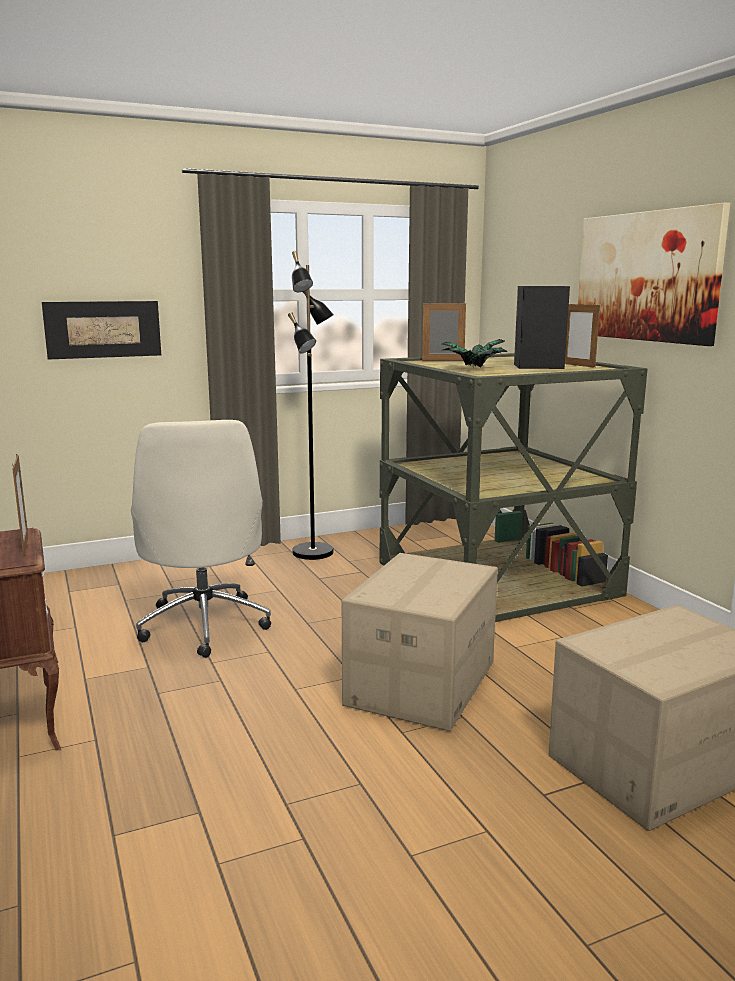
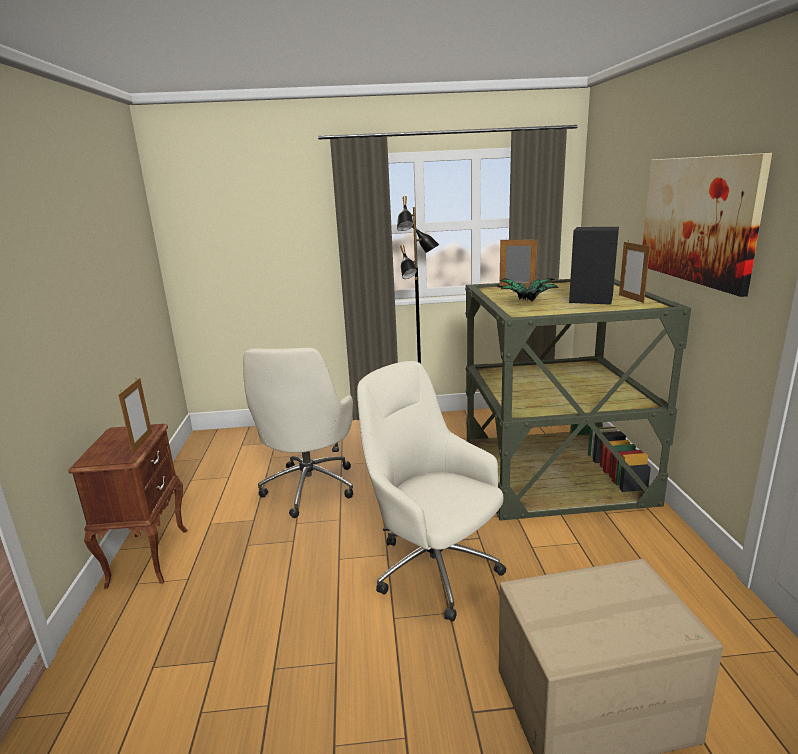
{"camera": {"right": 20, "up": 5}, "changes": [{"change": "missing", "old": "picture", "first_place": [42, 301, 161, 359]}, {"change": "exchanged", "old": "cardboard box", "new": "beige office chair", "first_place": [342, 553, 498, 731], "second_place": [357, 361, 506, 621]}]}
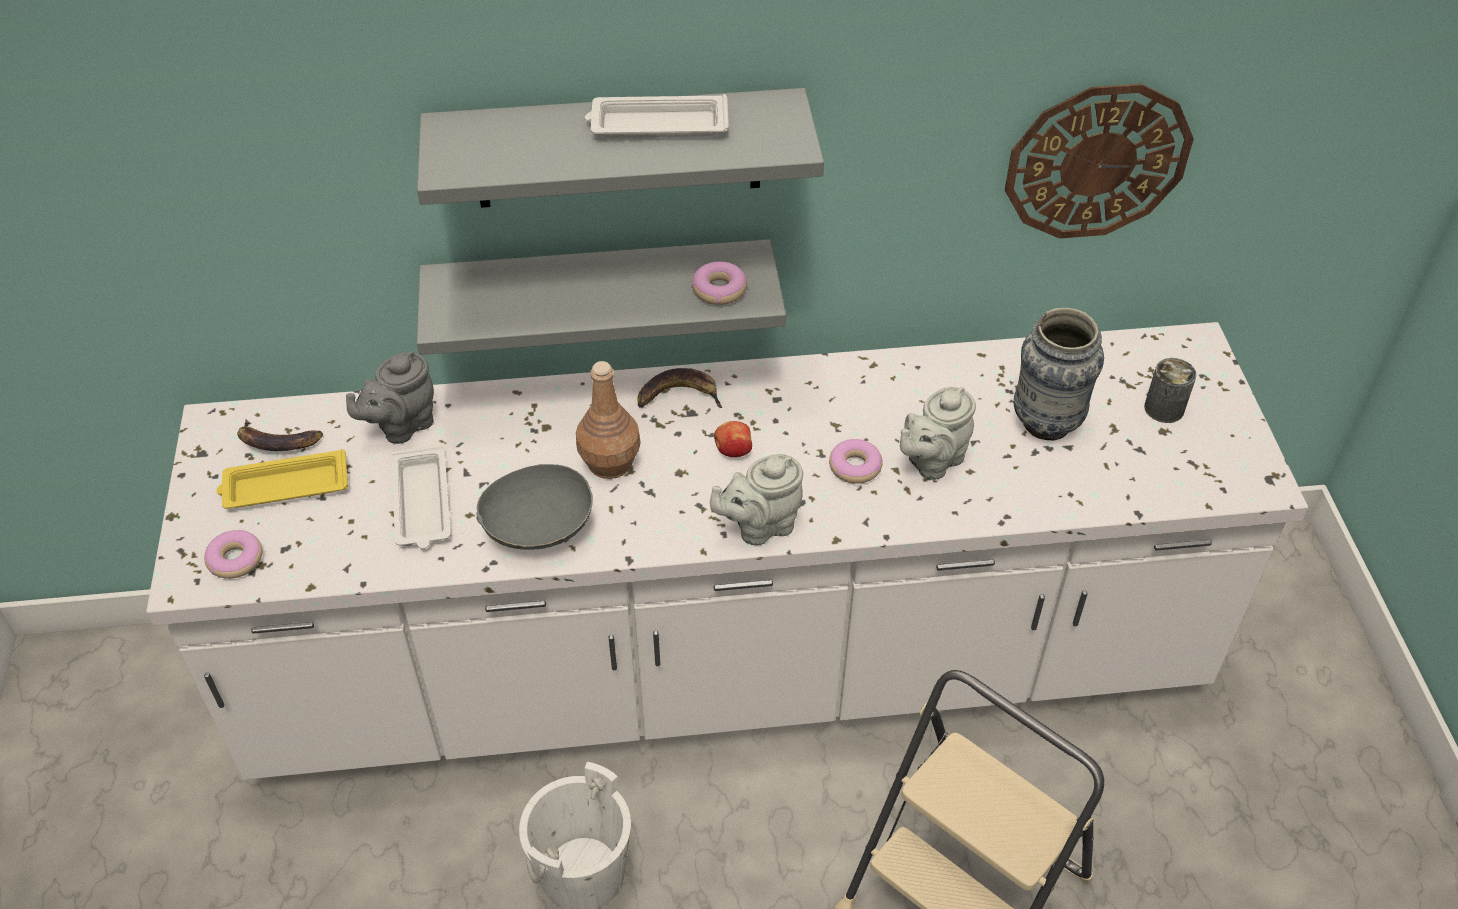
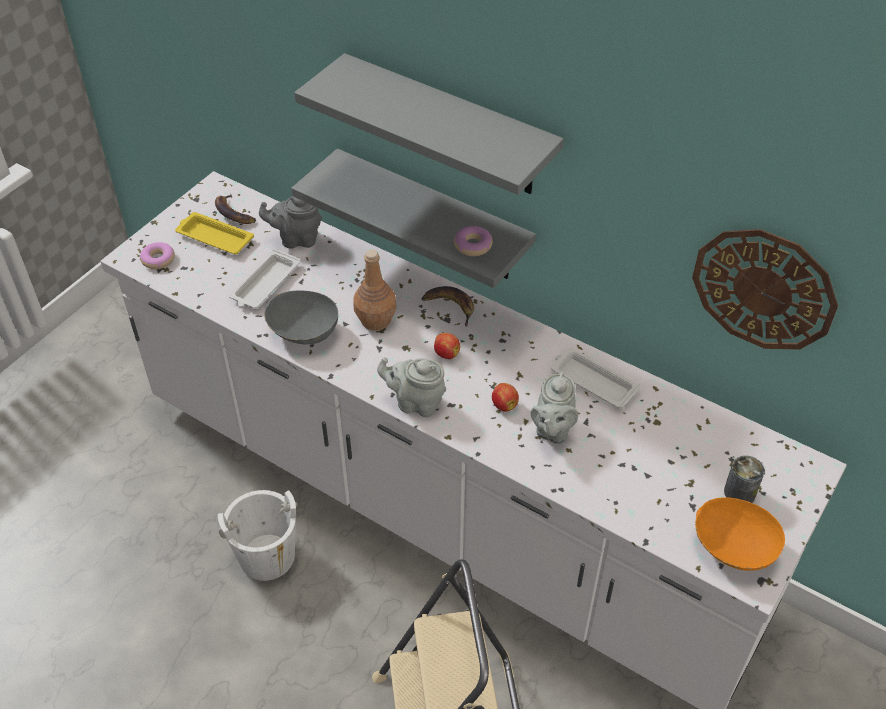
{"camera": {"right": 40, "up": 0}, "changes": [{"change": "relocated", "old": "white tray", "first_place": [585, 94, 729, 138], "second_place": [551, 348, 640, 409]}, {"change": "exchanged", "old": "donut", "new": "apple", "first_place": [829, 439, 883, 484], "second_place": [492, 383, 519, 412]}, {"change": "spun", "old": "grey teapot", "first_place": [900, 387, 976, 480], "second_place": [530, 372, 578, 444], "degrees": -75}, {"change": "missing", "old": "vase", "first_place": [1014, 308, 1104, 440]}, {"change": "appeared", "new": "orange bowl", "second_place": [695, 497, 785, 571]}]}
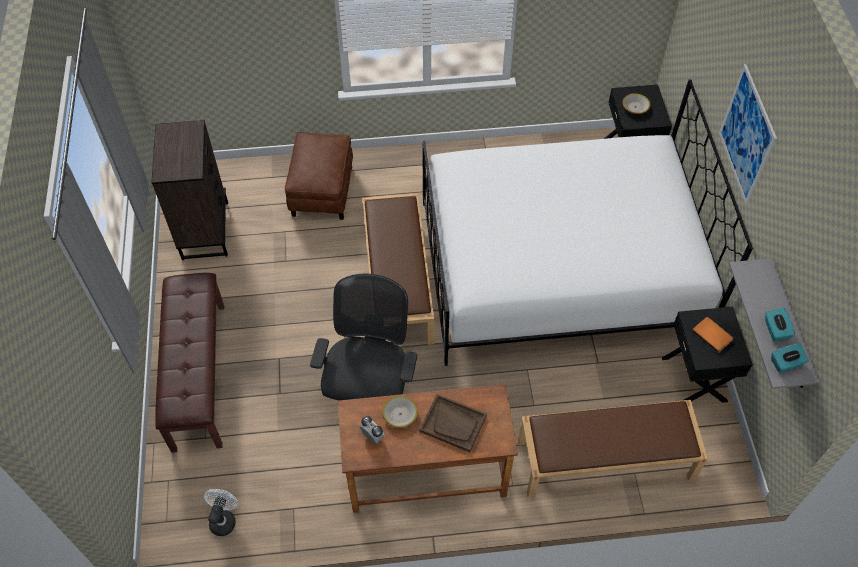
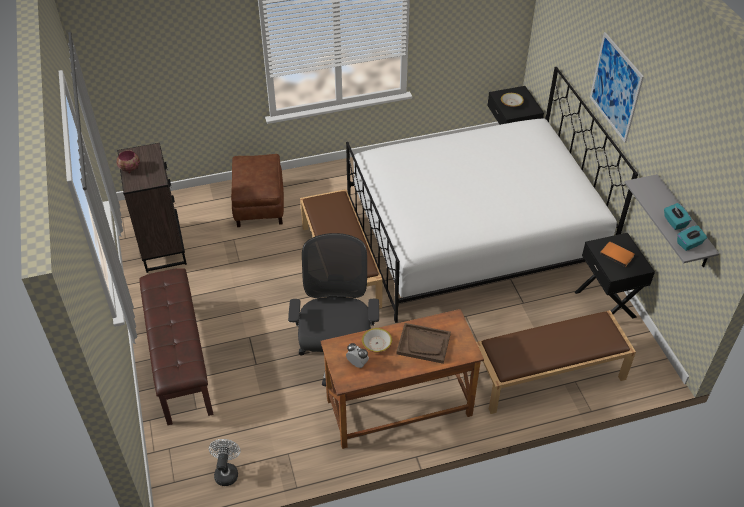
{"camera": {"right": -10, "up": -10}, "changes": [{"change": "appeared", "new": "bowl", "second_place": [117, 150, 140, 173]}]}
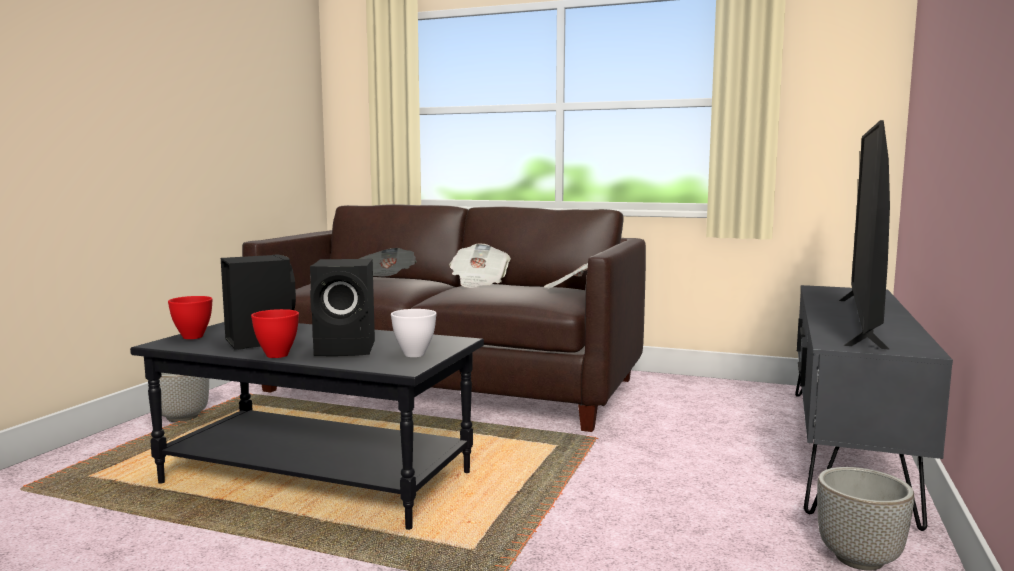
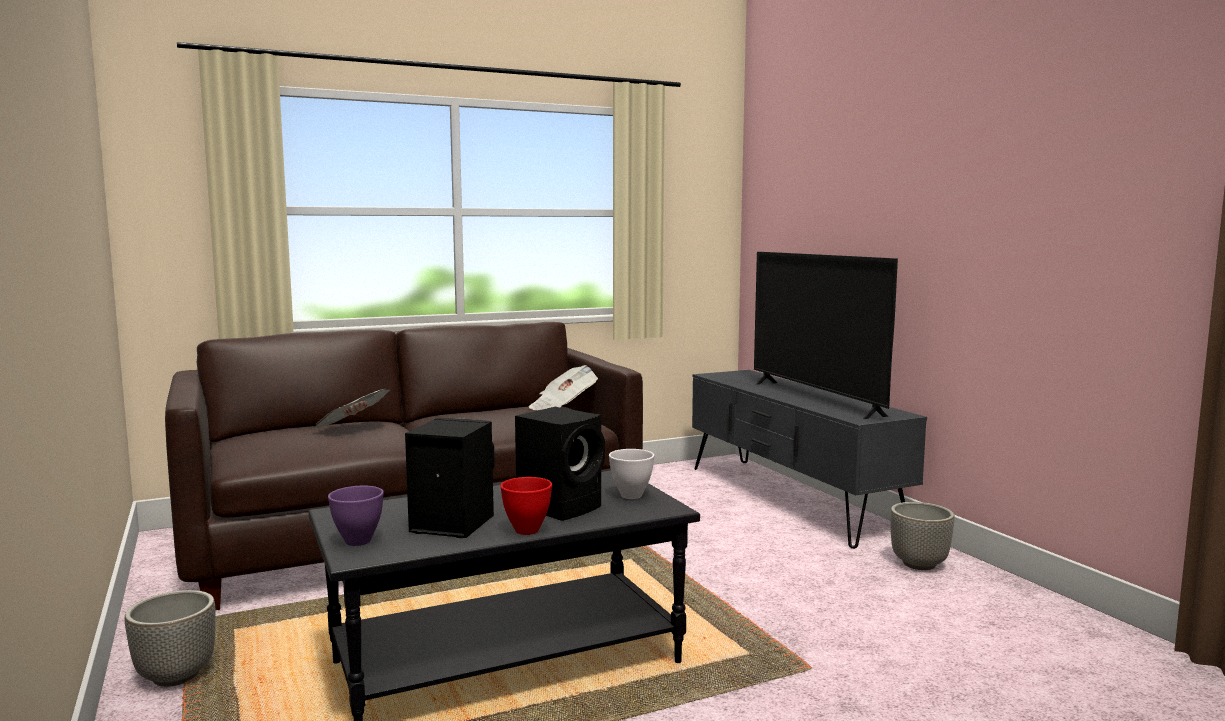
{"camera": {"right": -45, "up": 0}, "changes": [{"change": "colour", "old": "red bowl", "new": "purple bowl", "first_place": [168, 296, 213, 339], "second_place": [328, 486, 384, 546]}, {"change": "missing", "old": "newspaper", "first_place": [449, 243, 511, 288]}]}
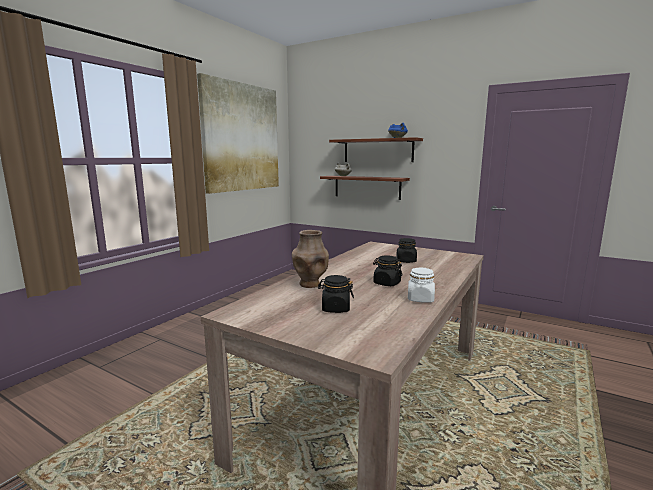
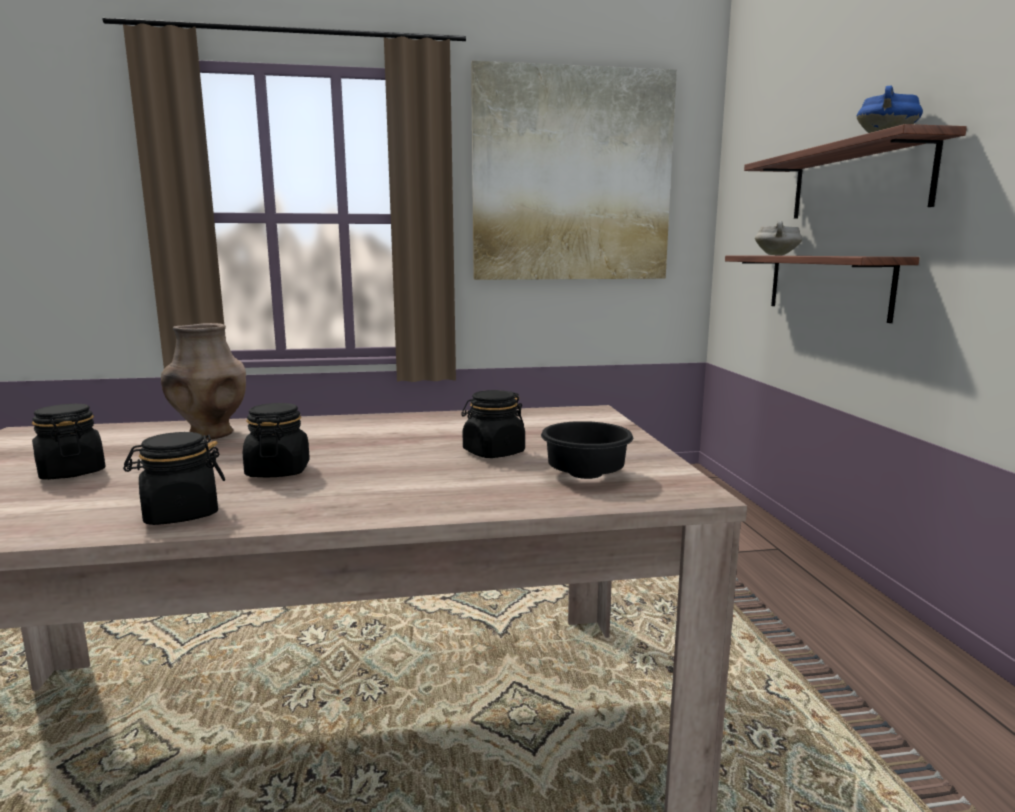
{"camera": {"right": 50, "up": 0}, "changes": [{"change": "colour", "old": "white jar", "new": "black jar", "first_place": [408, 267, 435, 303], "second_place": [123, 432, 225, 525]}, {"change": "appeared", "new": "black bowl", "second_place": [541, 421, 633, 479]}]}
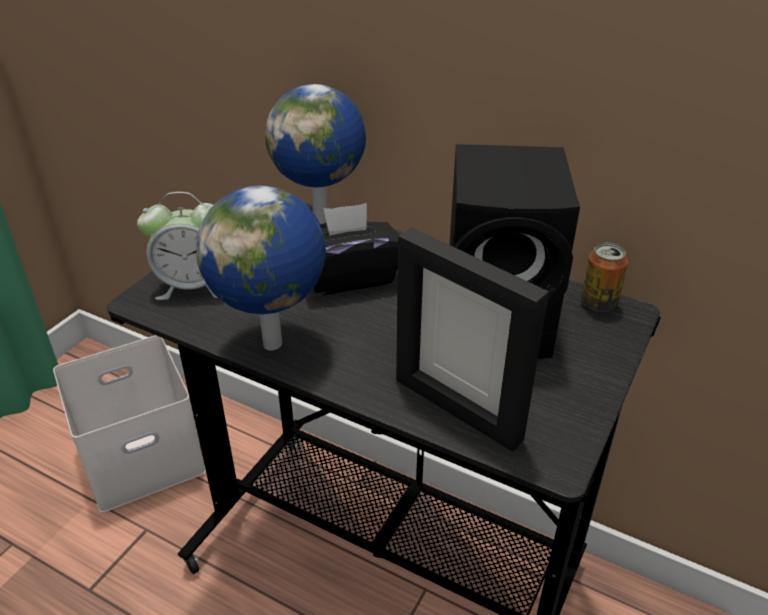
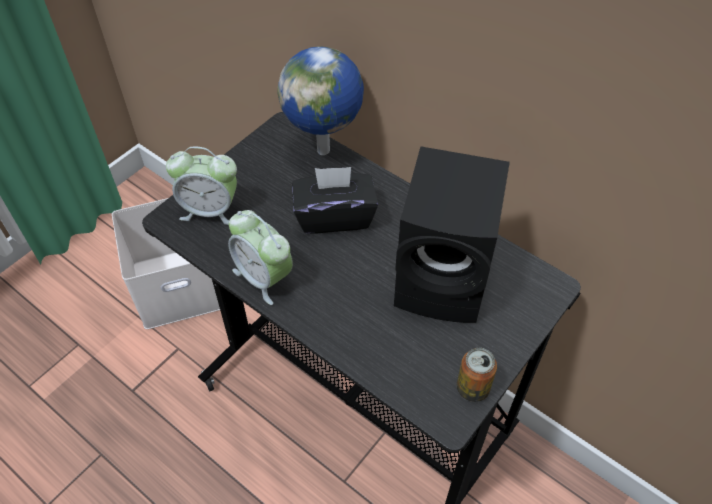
{"camera": {"right": 10, "up": 15}, "changes": [{"change": "exchanged", "old": "globe", "new": "alarm clock", "first_place": [196, 185, 326, 351], "second_place": [228, 210, 293, 305]}, {"change": "missing", "old": "picture frame", "first_place": [396, 228, 549, 452]}, {"change": "relocated", "old": "can", "first_place": [581, 242, 628, 312], "second_place": [457, 348, 497, 402]}]}
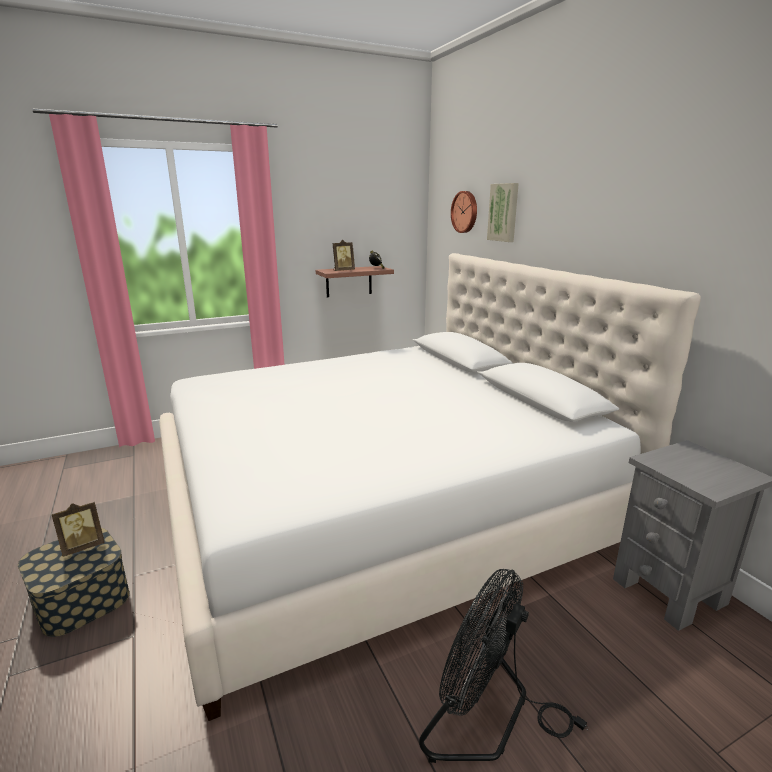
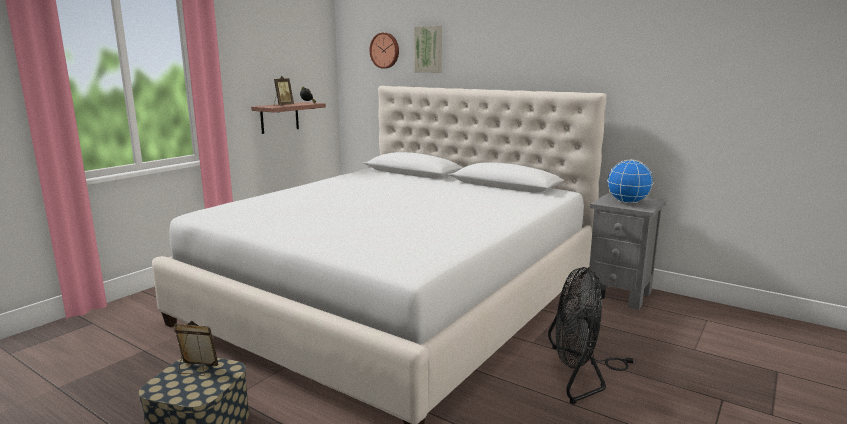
{"camera": {"right": -30, "up": -5}, "changes": [{"change": "spun", "old": "picture frame", "first_place": [52, 501, 105, 556], "second_place": [174, 321, 218, 376], "degrees": -105}, {"change": "appeared", "new": "globe", "second_place": [607, 160, 653, 203]}]}
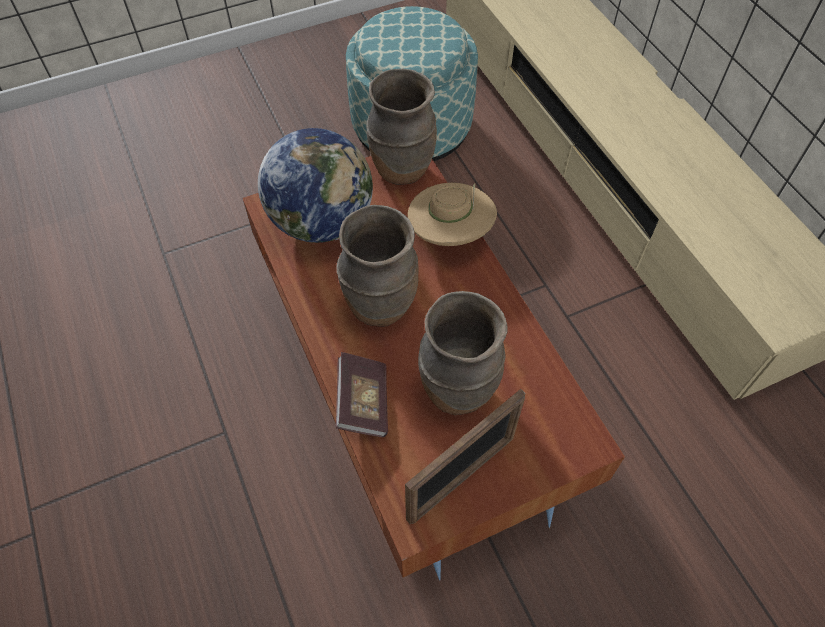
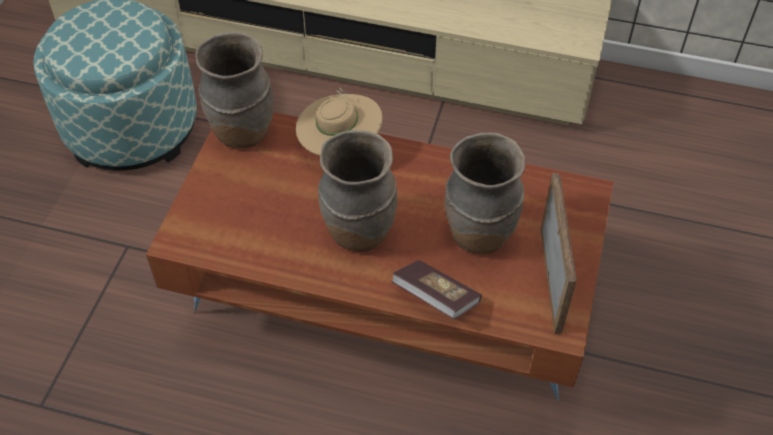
{"camera": {"right": -50, "up": -5}, "changes": [{"change": "missing", "old": "globe", "first_place": [258, 128, 373, 243]}]}
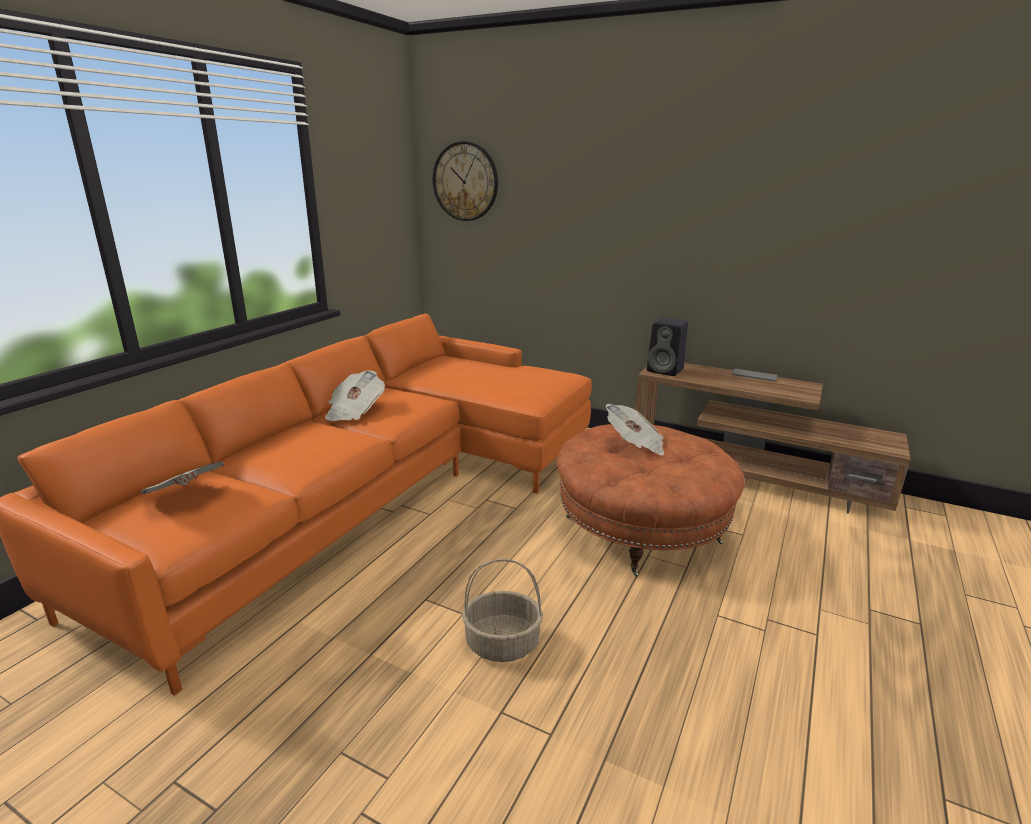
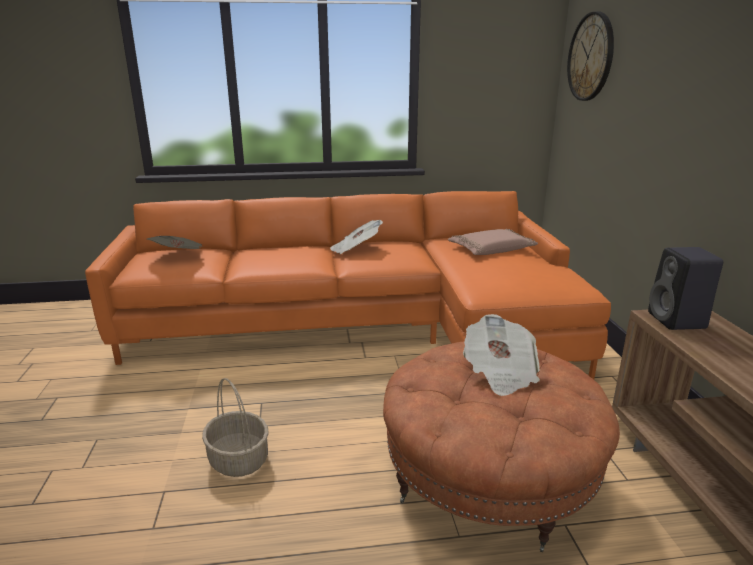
{"camera": {"right": 55, "up": 0}, "changes": [{"change": "appeared", "new": "beige pillow", "second_place": [448, 229, 538, 255]}]}
